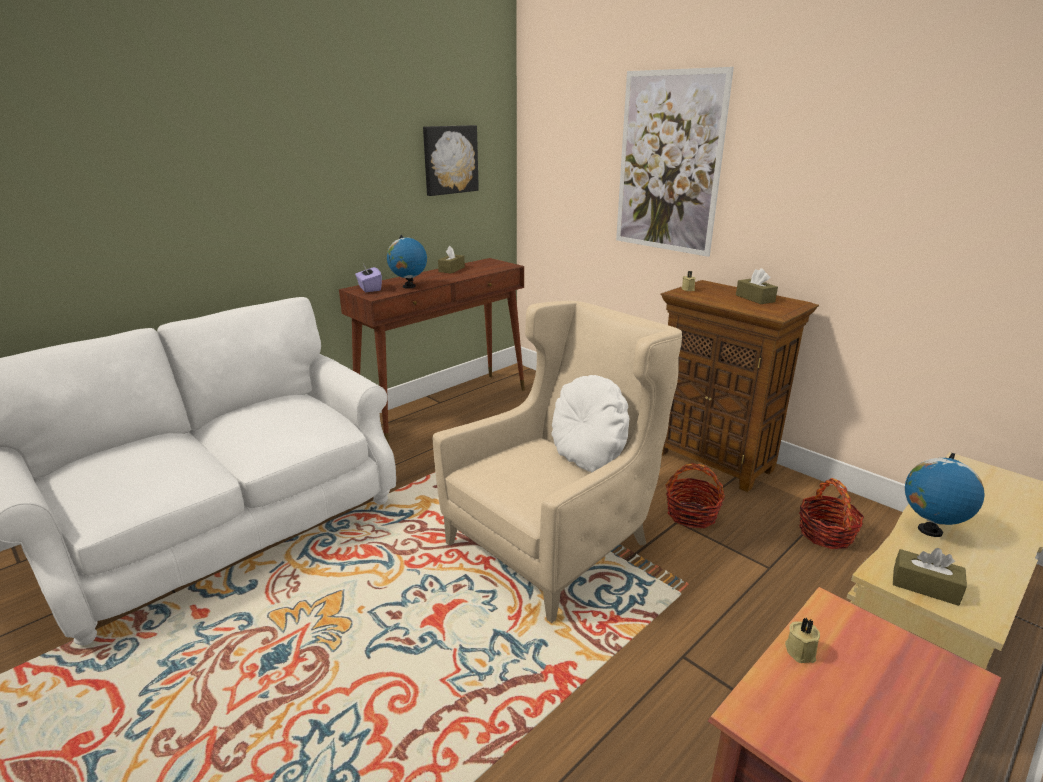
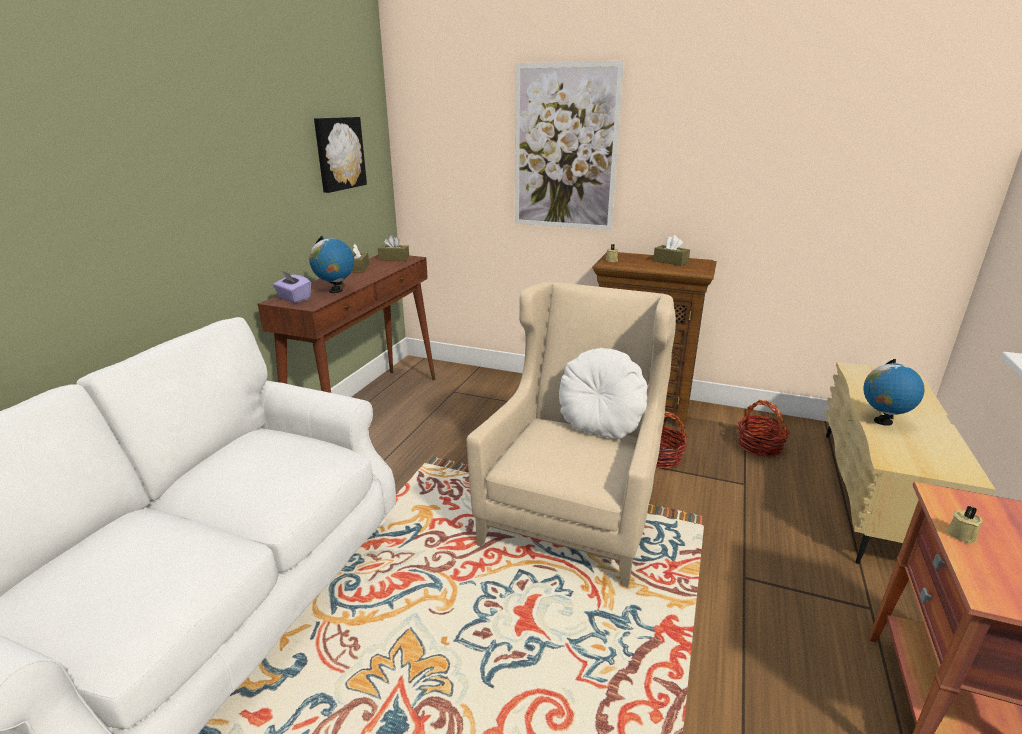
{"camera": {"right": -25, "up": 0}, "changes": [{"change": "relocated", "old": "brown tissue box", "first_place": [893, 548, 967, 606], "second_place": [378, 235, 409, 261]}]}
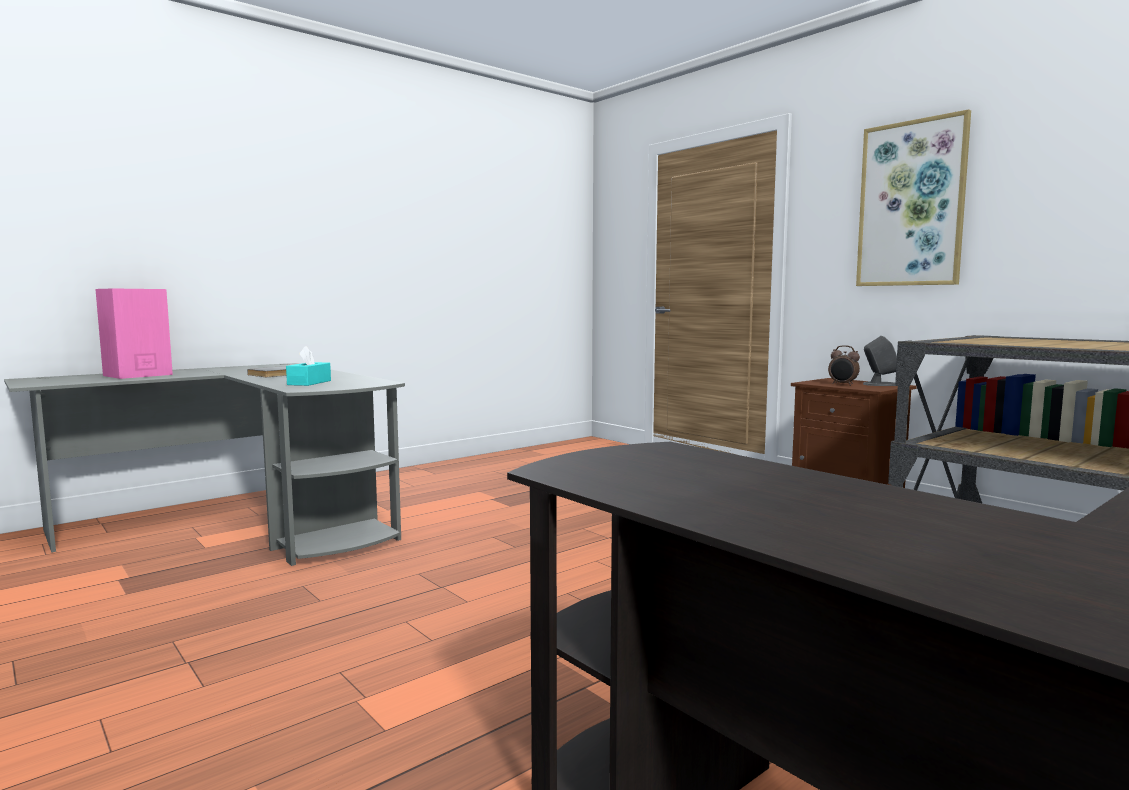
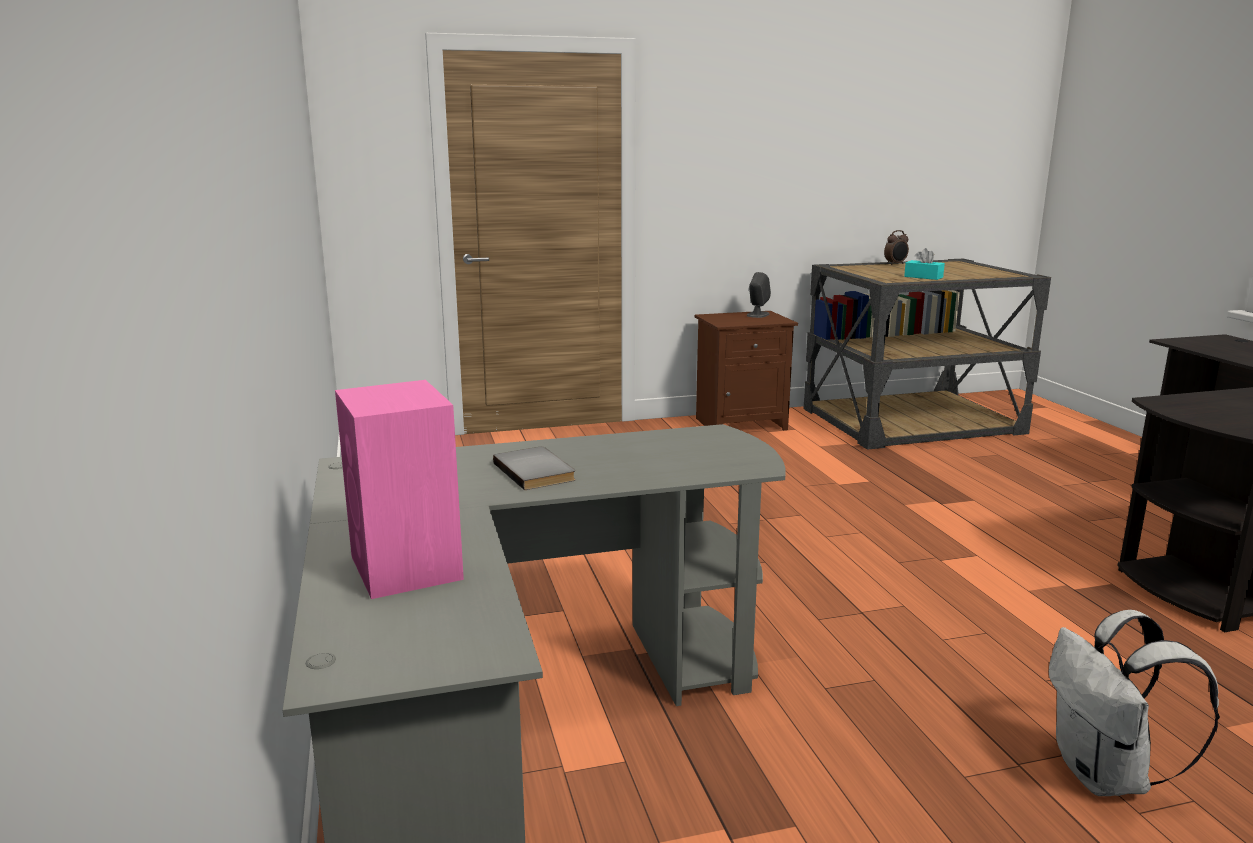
{"camera": {"right": -65, "up": 10}, "changes": [{"change": "relocated", "old": "turquoise tissue box", "first_place": [286, 346, 331, 386], "second_place": [904, 248, 945, 280]}, {"change": "relocated", "old": "alarm clock", "first_place": [828, 345, 860, 386], "second_place": [884, 230, 909, 265]}, {"change": "missing", "old": "picture", "first_place": [856, 109, 971, 286]}, {"change": "appeared", "new": "white backpack", "second_place": [1049, 610, 1220, 796]}]}
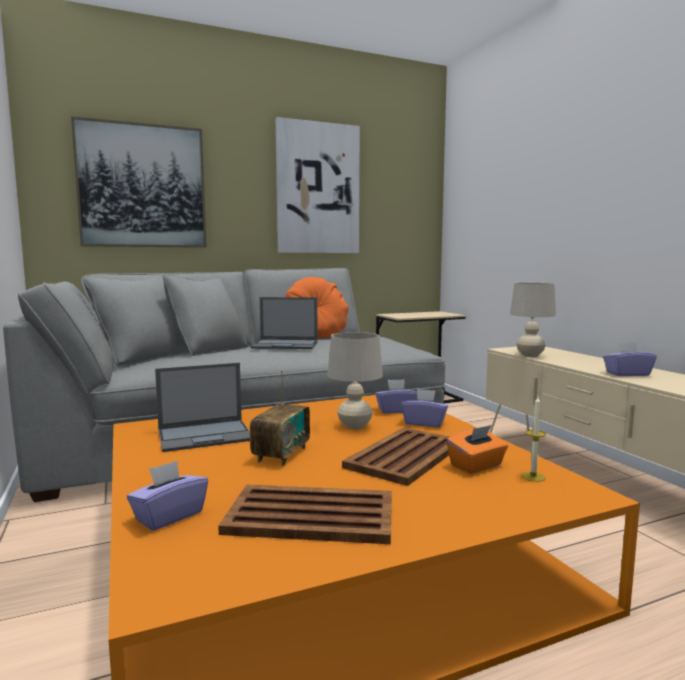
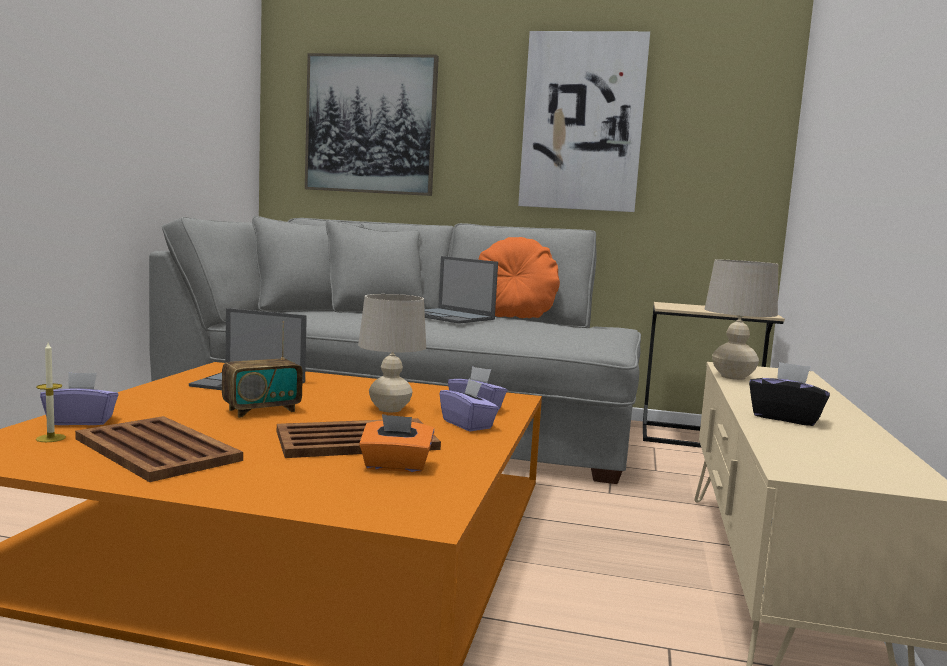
{"camera": {"right": 35, "up": 0}, "changes": [{"change": "relocated", "old": "candle", "first_place": [522, 397, 546, 482], "second_place": [36, 343, 66, 442]}, {"change": "colour", "old": "purple tissue box", "new": "black tissue box", "first_place": [603, 342, 657, 376], "second_place": [749, 362, 830, 426]}]}
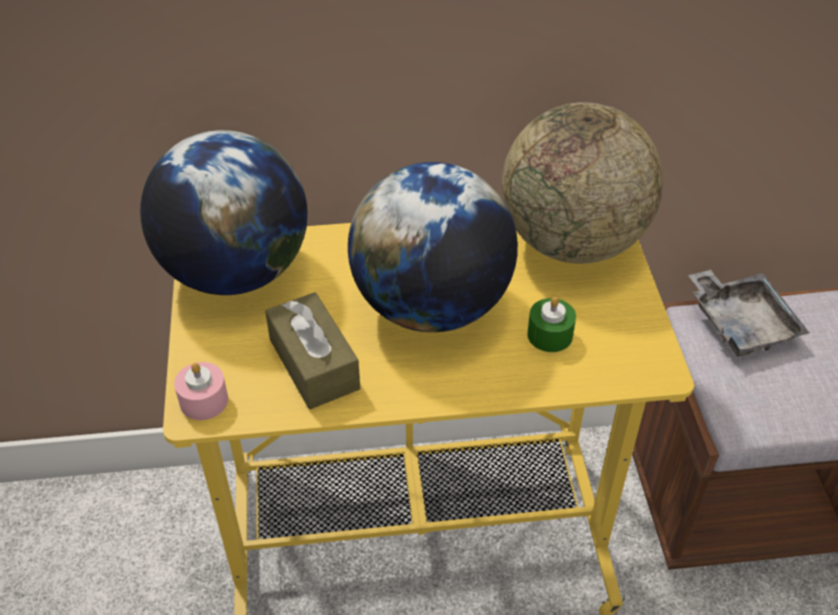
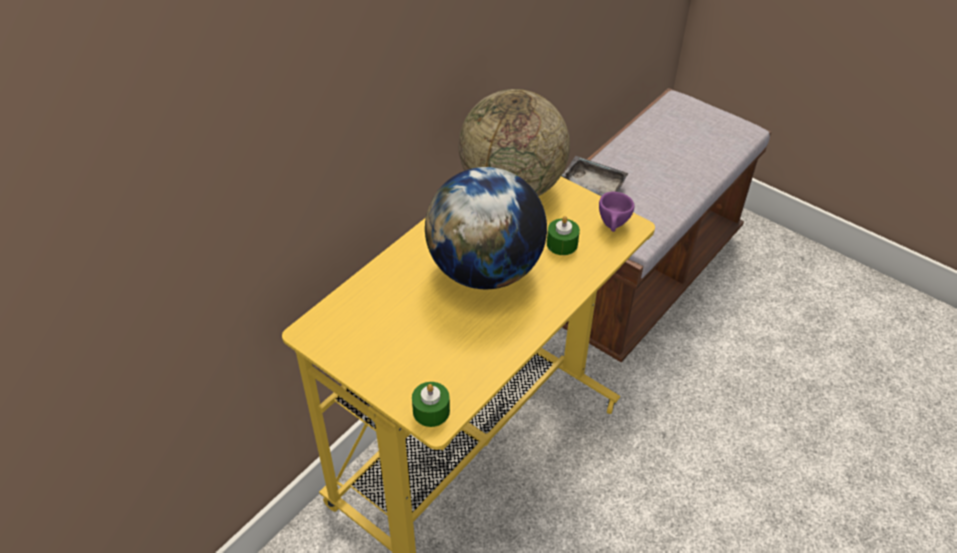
{"camera": {"right": -45, "up": 0}, "changes": [{"change": "missing", "old": "globe", "first_place": [140, 130, 308, 295]}, {"change": "colour", "old": "pink candle", "new": "green candle", "first_place": [174, 362, 228, 420], "second_place": [412, 382, 450, 427]}, {"change": "missing", "old": "brown tissue box", "first_place": [265, 292, 360, 409]}, {"change": "appeared", "new": "purple cup", "second_place": [599, 192, 635, 232]}]}
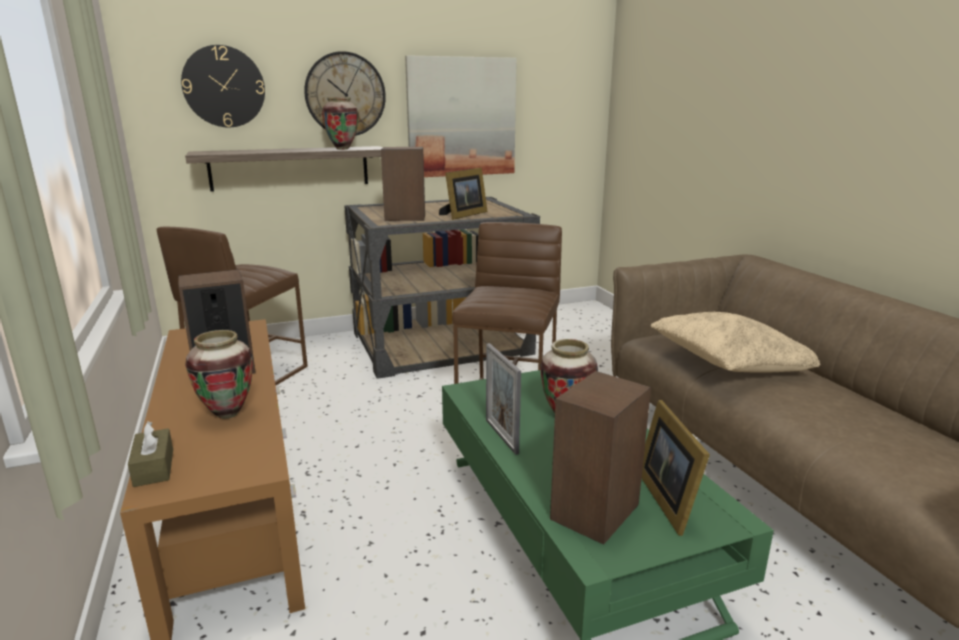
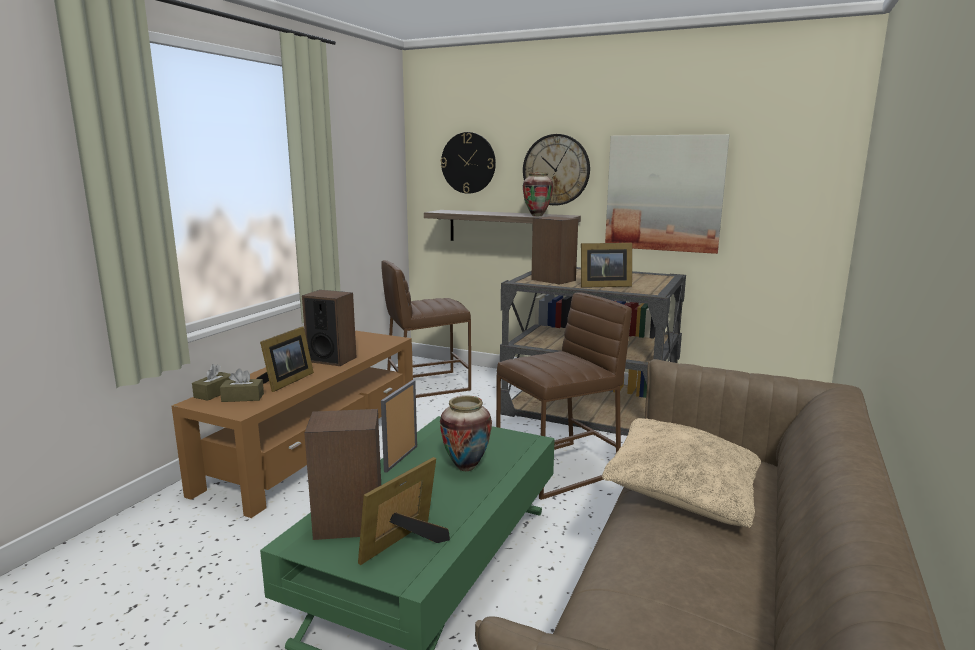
{"camera": {"right": 45, "up": -5}, "changes": [{"change": "exchanged", "old": "vase", "new": "picture frame", "first_place": [185, 330, 253, 419], "second_place": [257, 326, 314, 392]}, {"change": "appeared", "new": "brown tissue box", "second_place": [220, 368, 264, 402]}]}
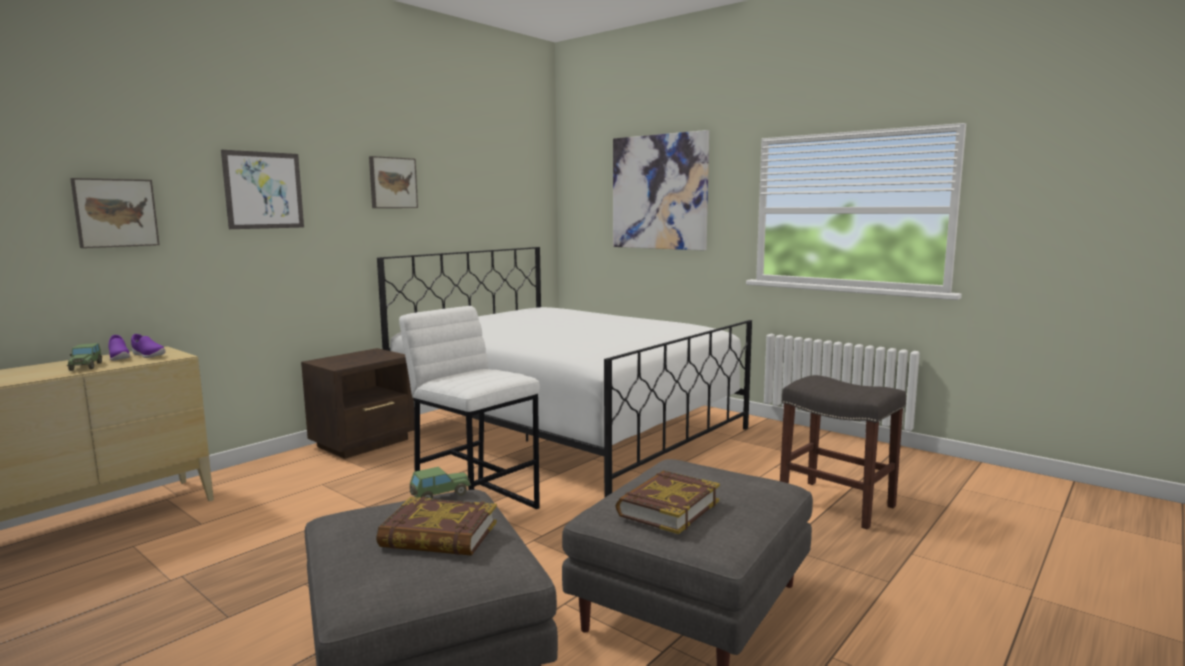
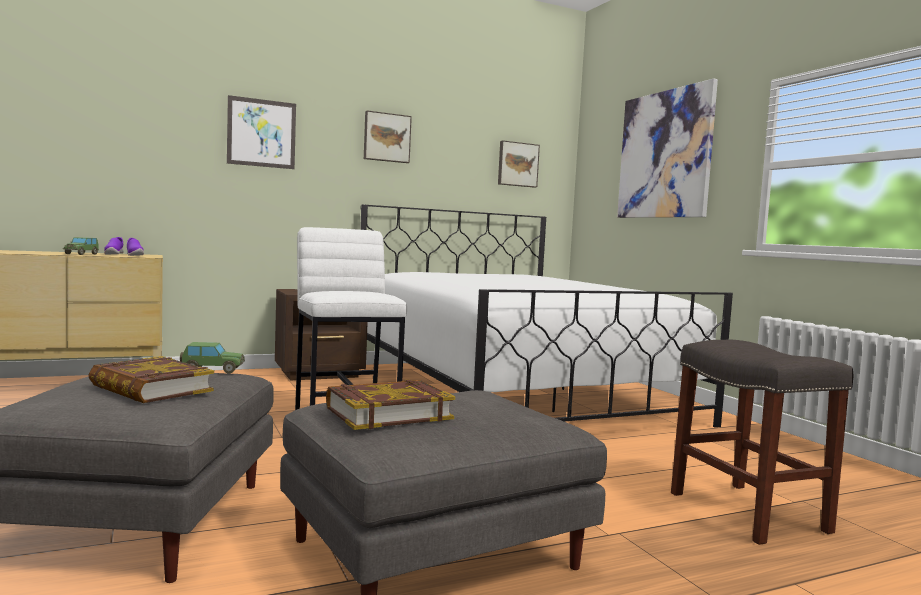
{"camera": {"right": 25, "up": -5}, "changes": [{"change": "relocated", "old": "picture", "first_place": [70, 178, 160, 248], "second_place": [498, 140, 540, 188]}]}
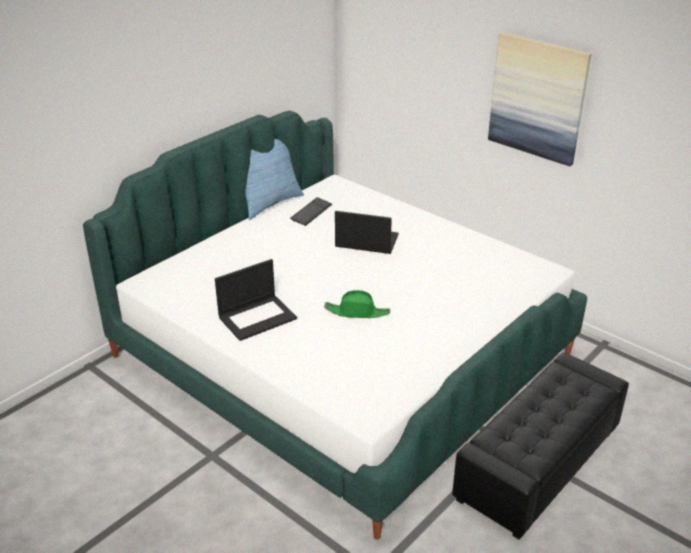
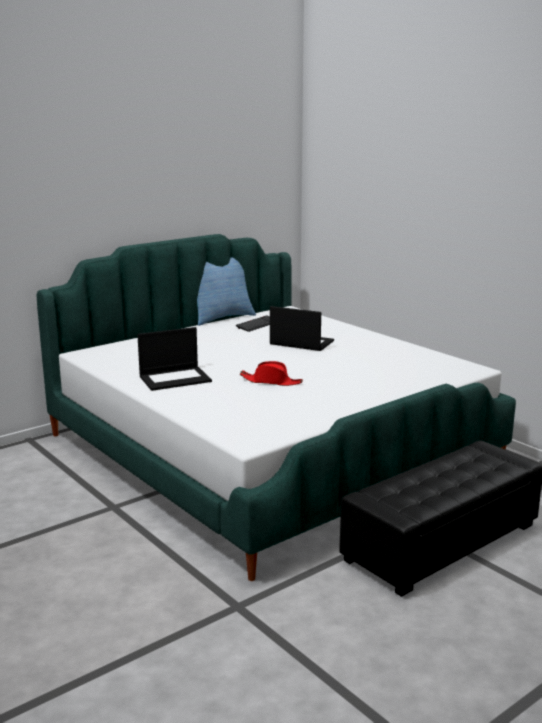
{"camera": {"right": 10, "up": -15}, "changes": [{"change": "colour", "old": "green hat", "new": "red hat", "first_place": [324, 290, 390, 318], "second_place": [240, 361, 303, 386]}, {"change": "missing", "old": "picture", "first_place": [488, 32, 592, 166]}]}
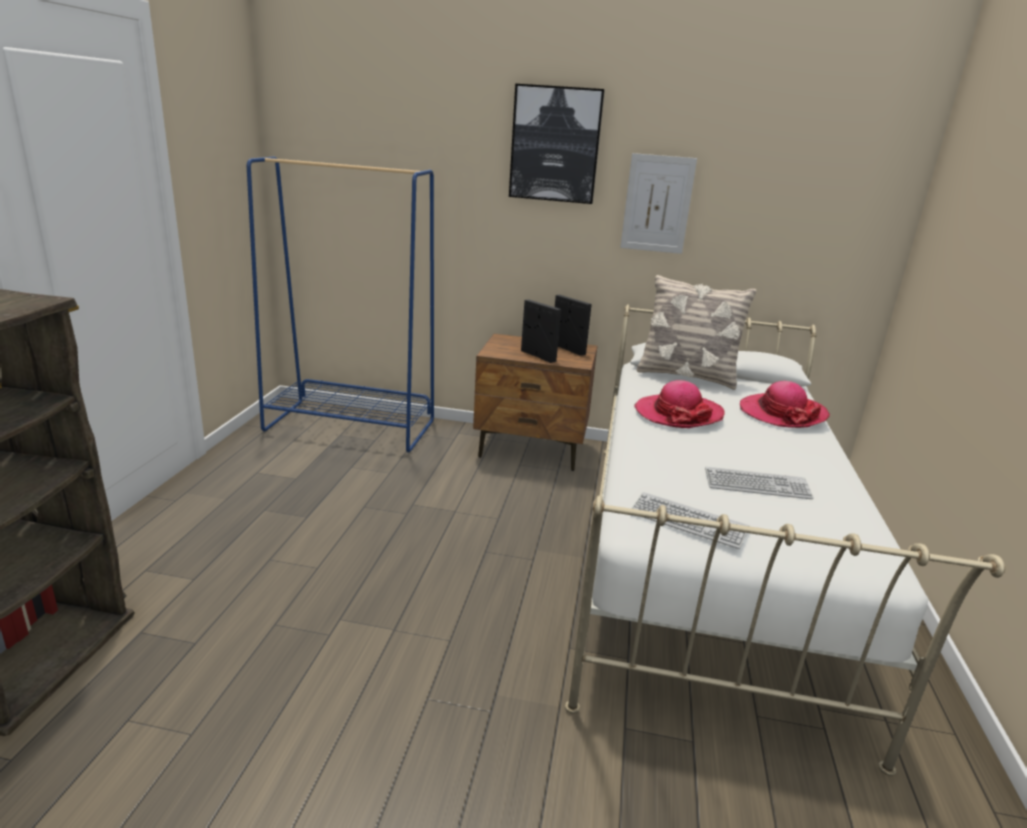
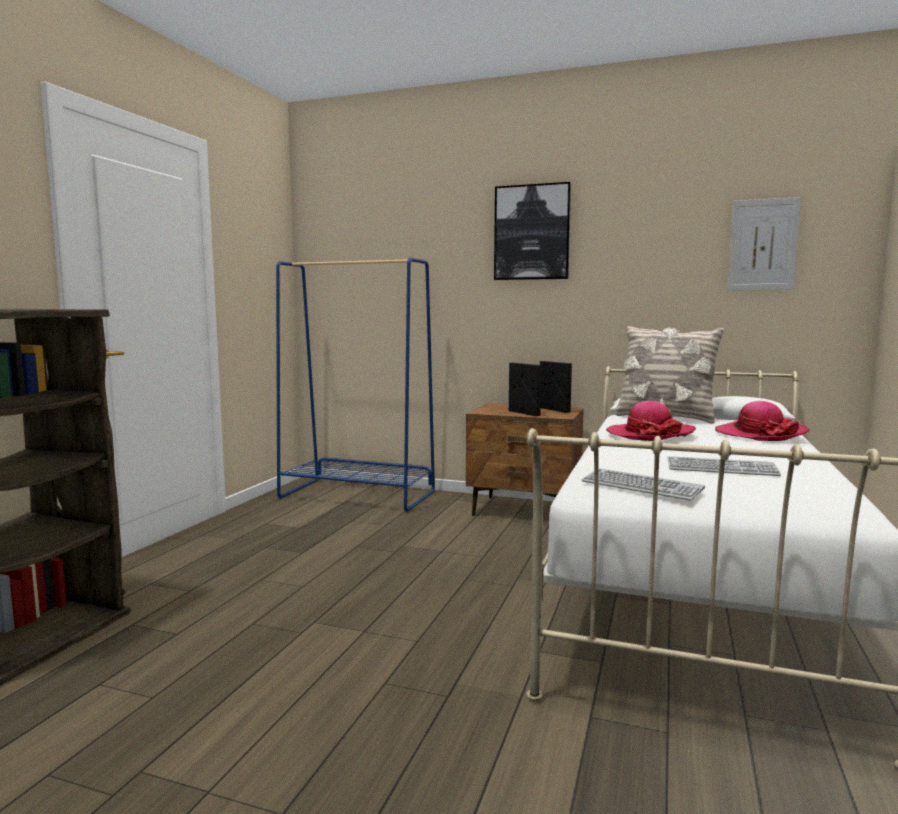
{"camera": {"right": 10, "up": -15}, "changes": [{"change": "relocated", "old": "picture", "first_place": [620, 153, 697, 254], "second_place": [728, 197, 801, 291]}]}
